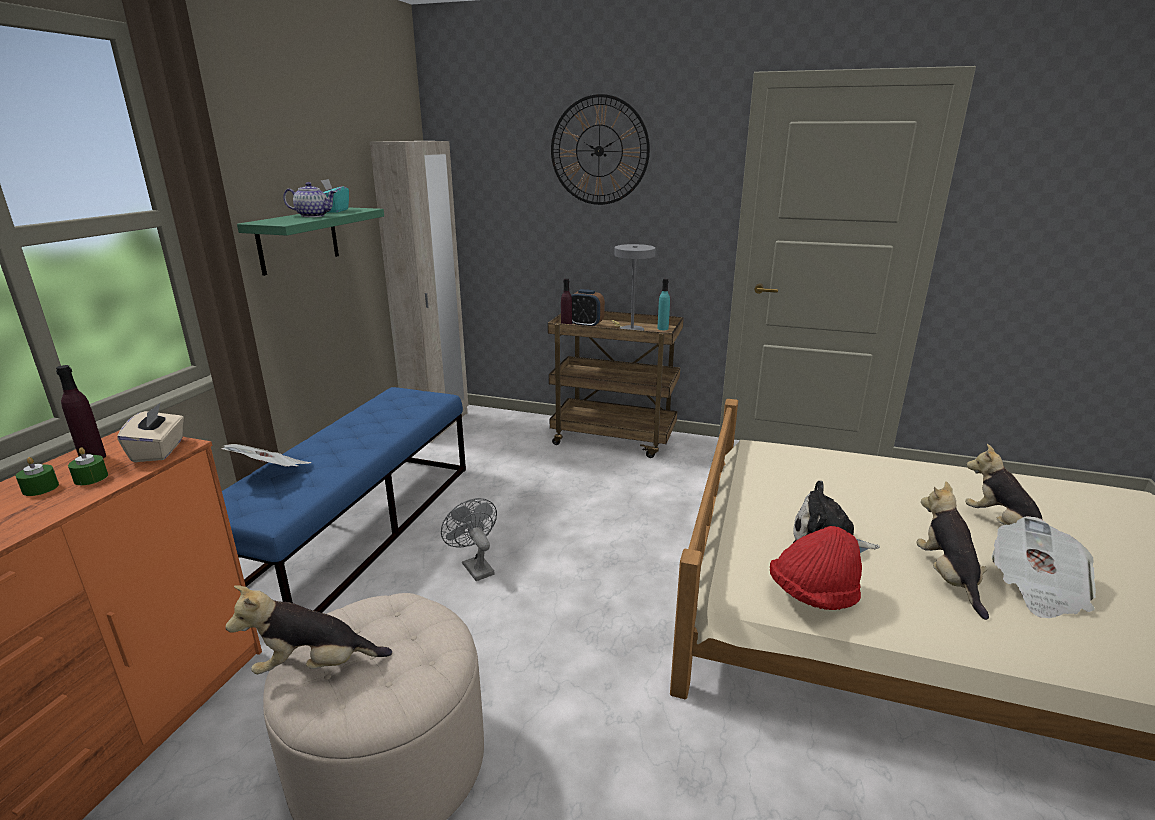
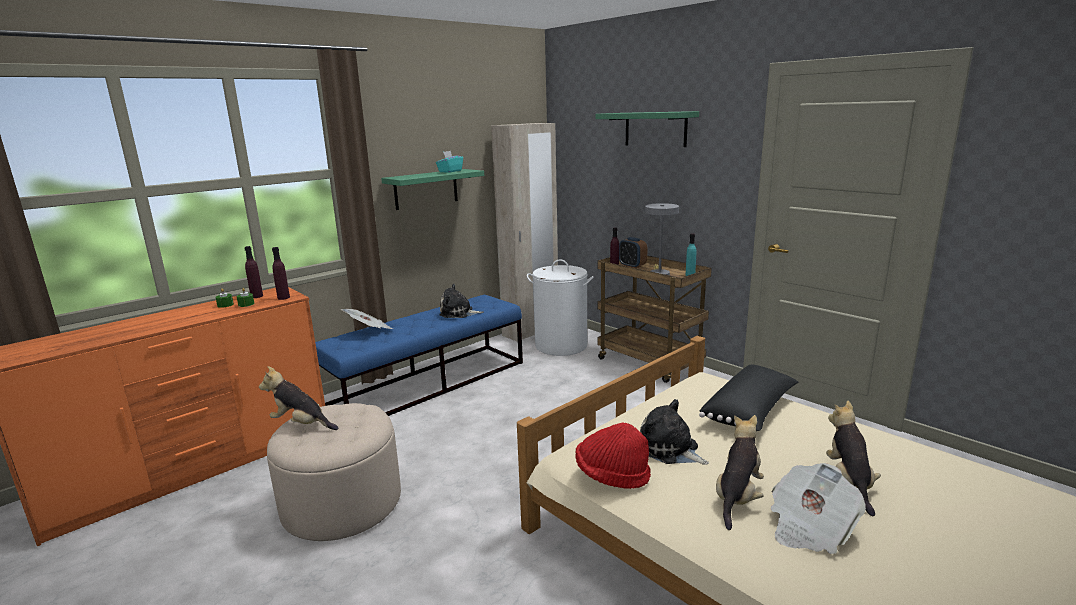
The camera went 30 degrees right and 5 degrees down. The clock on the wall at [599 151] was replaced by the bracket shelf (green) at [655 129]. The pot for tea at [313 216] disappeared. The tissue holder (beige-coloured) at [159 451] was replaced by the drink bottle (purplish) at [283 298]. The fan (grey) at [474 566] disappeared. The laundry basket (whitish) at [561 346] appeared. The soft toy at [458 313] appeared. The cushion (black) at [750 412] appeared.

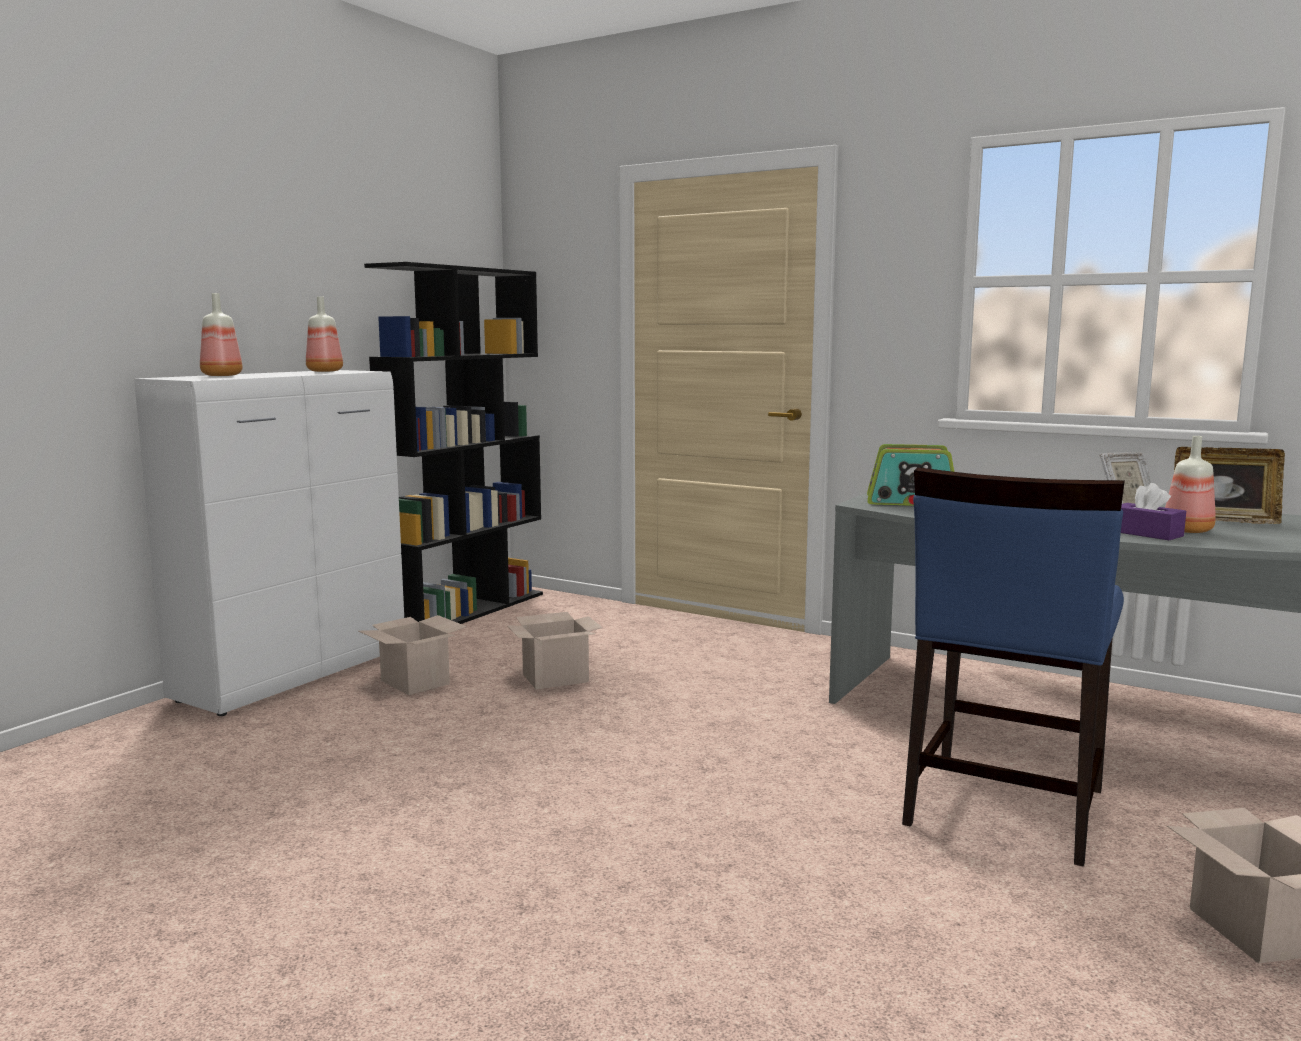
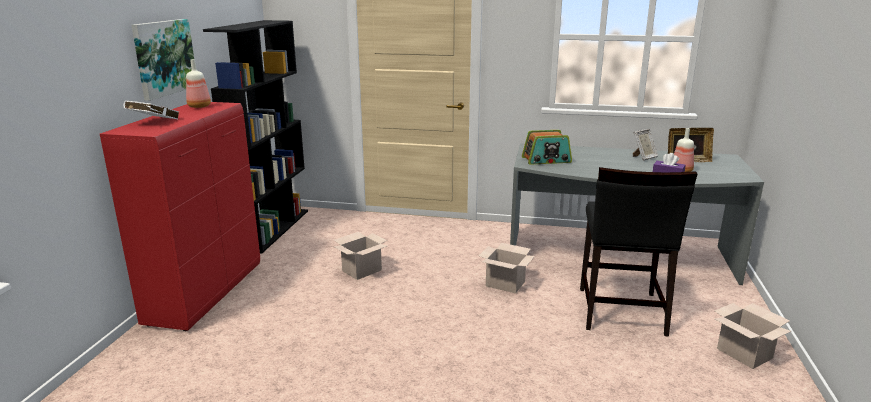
The camera went 20 degrees left and 10 degrees up. The drink bottle at [223 375] was replaced by the book (whitish) at [152 122]. The cabinet (whitish) at [295 675] became the cabinet (red-coloured) at [206 293]. The chair (blue) at [1002 807] became the chair (black) at [620 311]. The carton moved from [417 682] to [506 284]. The picture at [164 57] appeared.

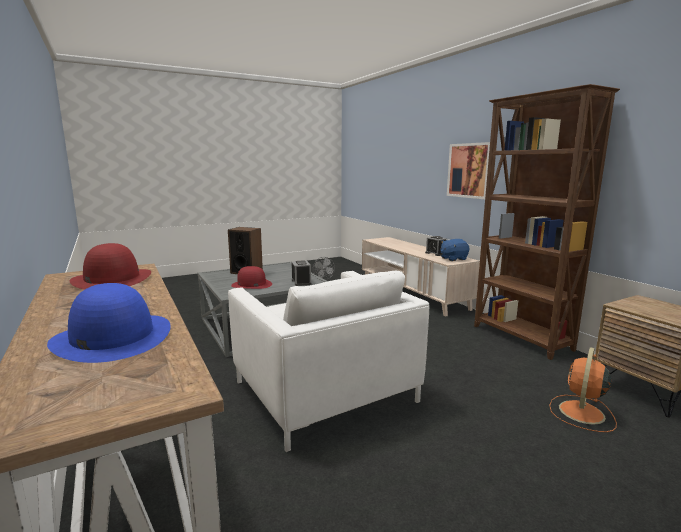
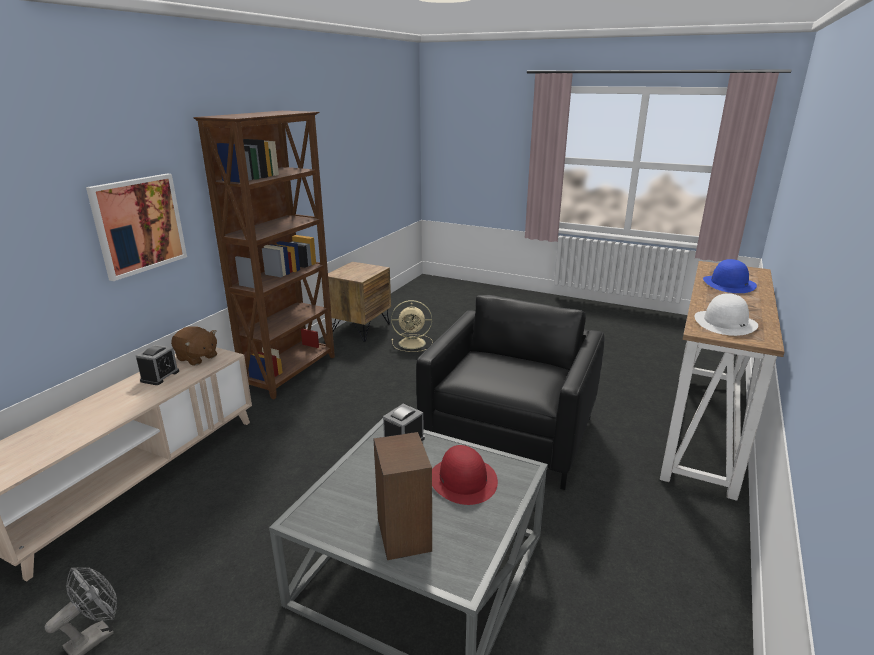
The camera went 125 degrees left and 10 degrees up. The soft toy (blue) at [453 259] became the soft toy (brown) at [197 358]. The clothing hat (red-coloured) at [112 279] became the clothing hat (whitish) at [725 323]. The easy chair (whitish) at [324 391] became the easy chair (black) at [510 434]. The fan (orangey) at [581 413] became the fan (beige-coloured) at [413 343].

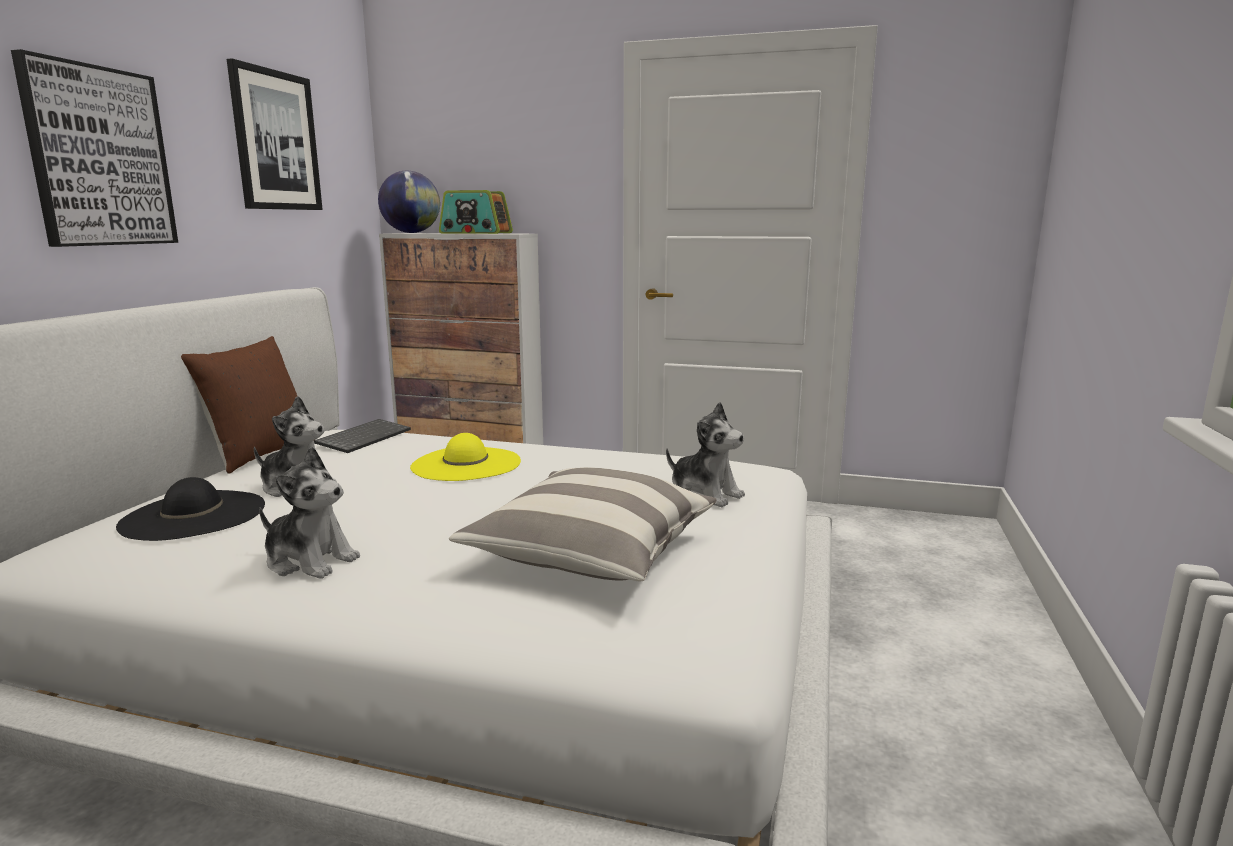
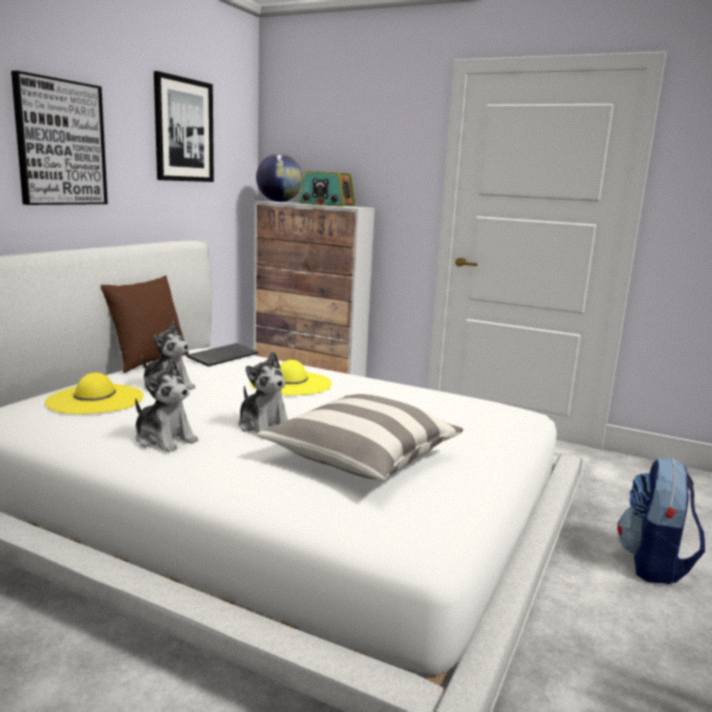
The camera went 10 degrees right and 0 degrees up. The soft toy moved from [705 494] to [264 426]. The clothing hat (black) at [194 515] became the clothing hat (yellow-coloured) at [95 399]. The rucksack at [654 564] appeared.

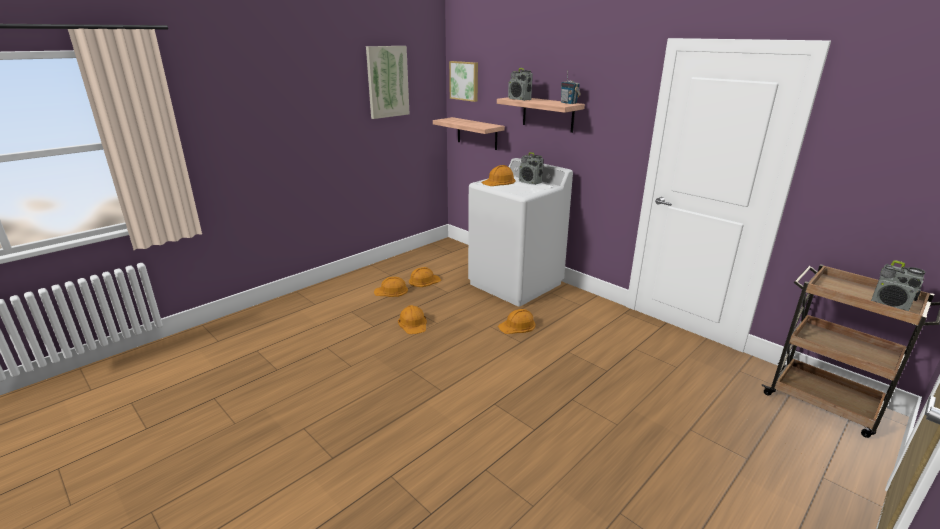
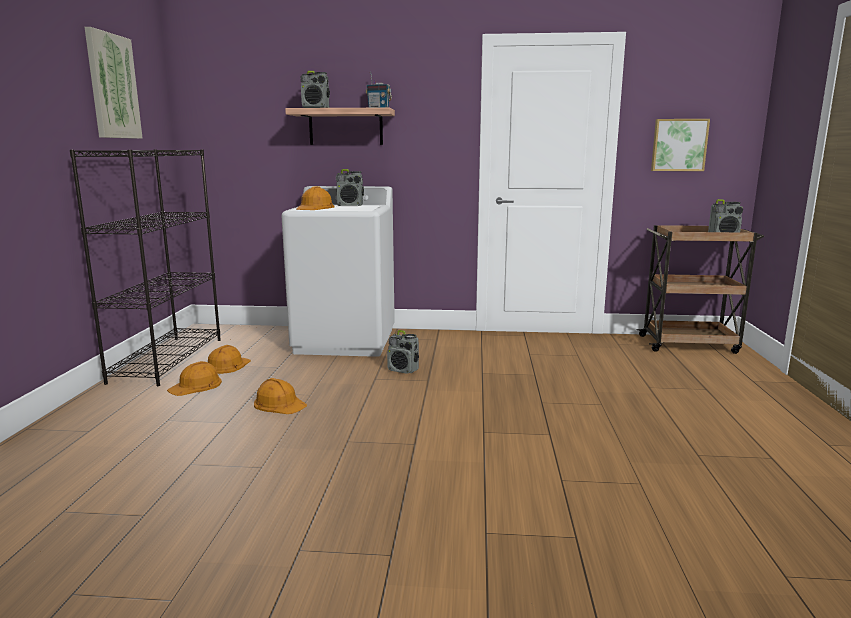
The camera went 40 degrees left and 10 degrees down. The picture moved from [464 81] to [679 145]. The bracket shelf at [477 133] disappeared. The safety helmet (orangey) at [517 325] was replaced by the radio at [403 370]. The bookshelf (black) at [168 359] appeared.

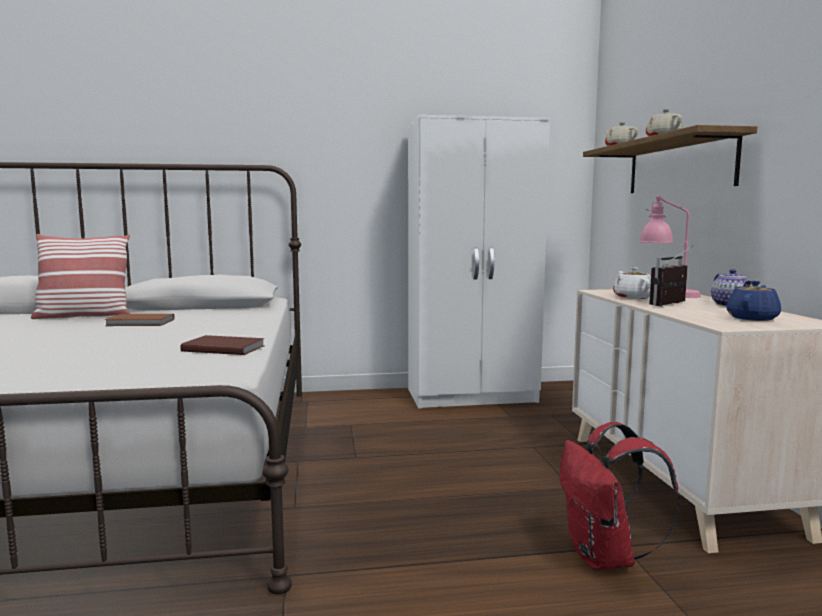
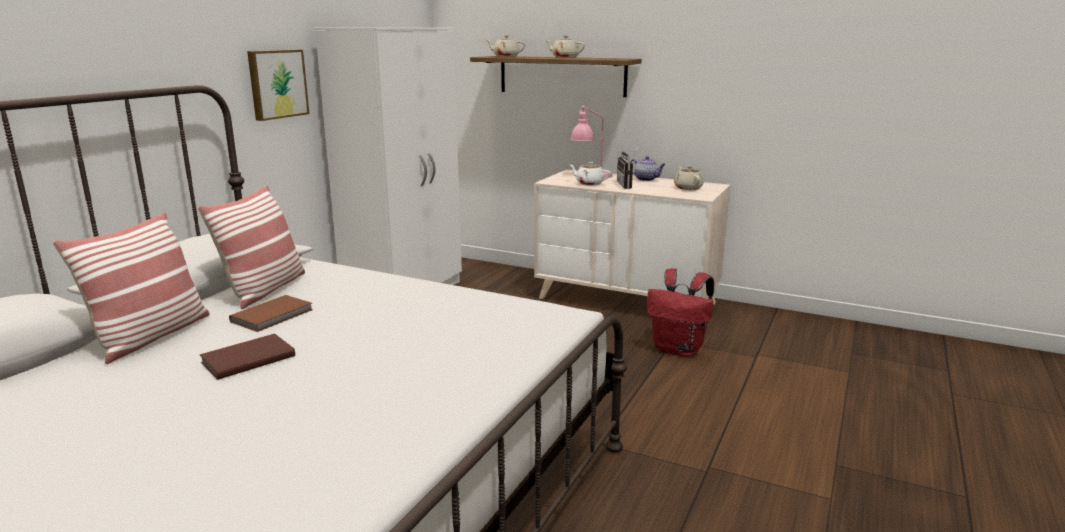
The camera went 55 degrees left and 10 degrees up. The pot for tea (blue) at [752 318] became the pot for tea (beige-coloured) at [688 188]. The book (brown) moved from [223 348] to [246 359]. The picture at [277 84] appeared. The cushion at [264 289] appeared.

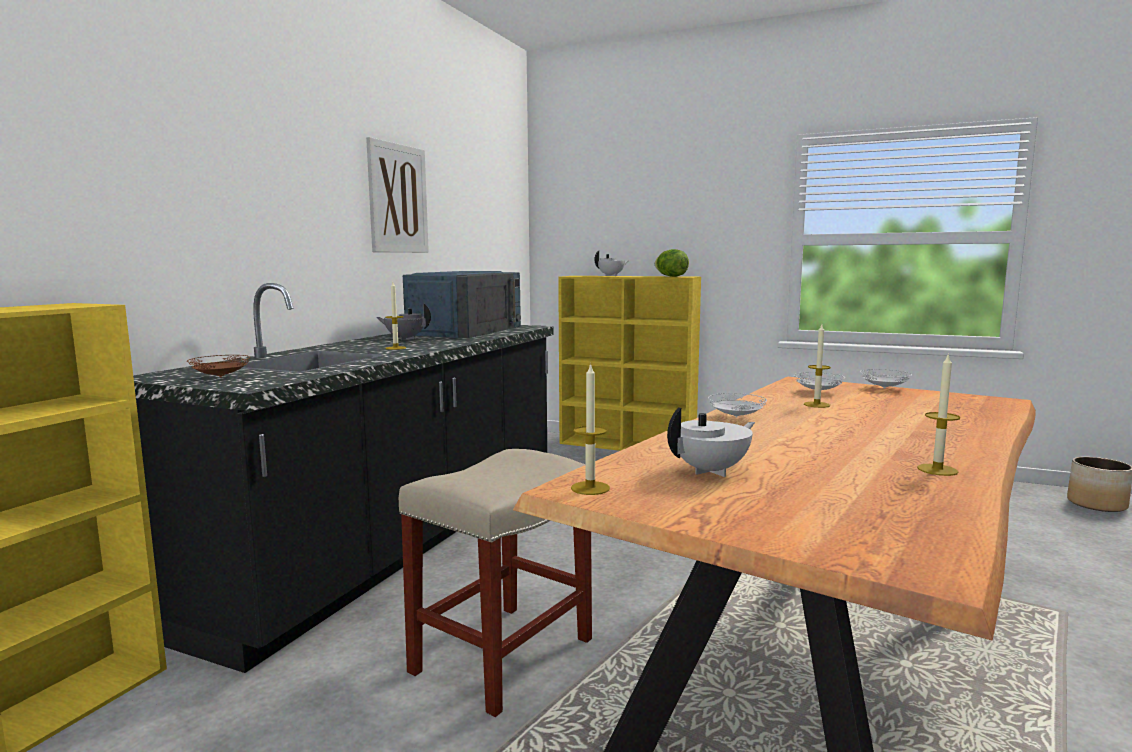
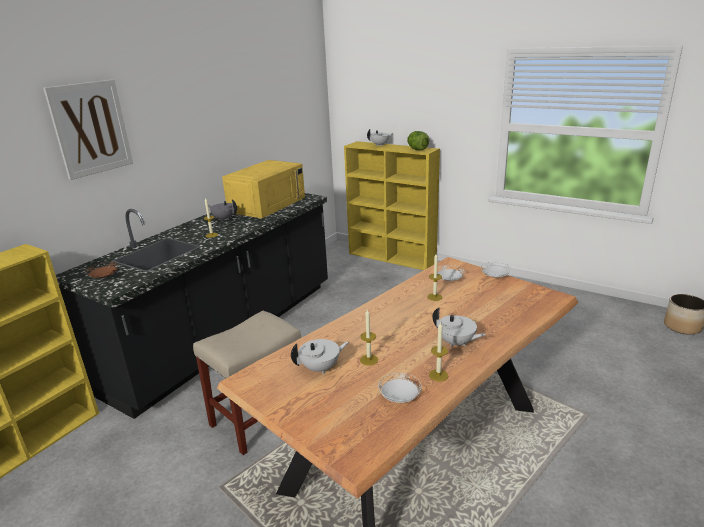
The camera went 10 degrees right and 15 degrees up. The picture moved from [398 198] to [91 128]. The kitchen microwave (blue) at [466 330] became the kitchen microwave (yellow-coloured) at [267 204]. The wax candle moved from [590 488] to [369 360]. The plate (whitish) moved from [736 417] to [399 397]. The pot for tea (whitish) at [456 343] appeared.

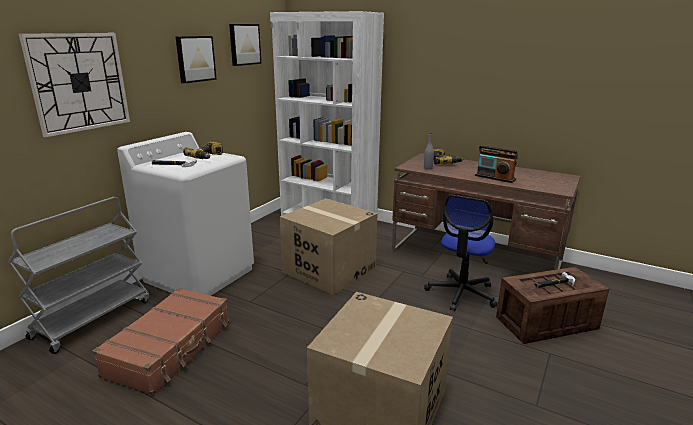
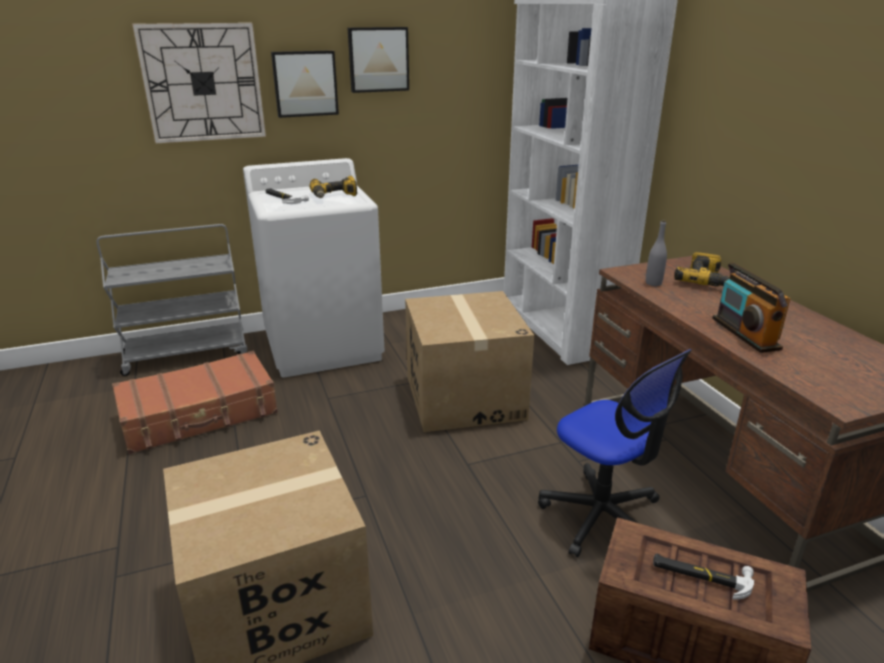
The camera went 40 degrees right and 5 degrees up. The picture moved from [244 44] to [305 83]. The computer chair at [461 293] turned 105 degrees counterclockwise.

